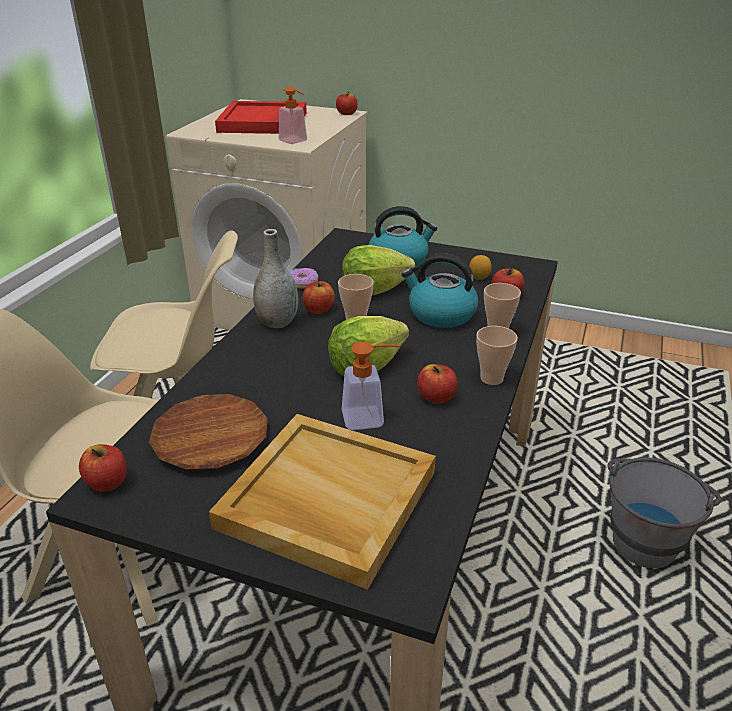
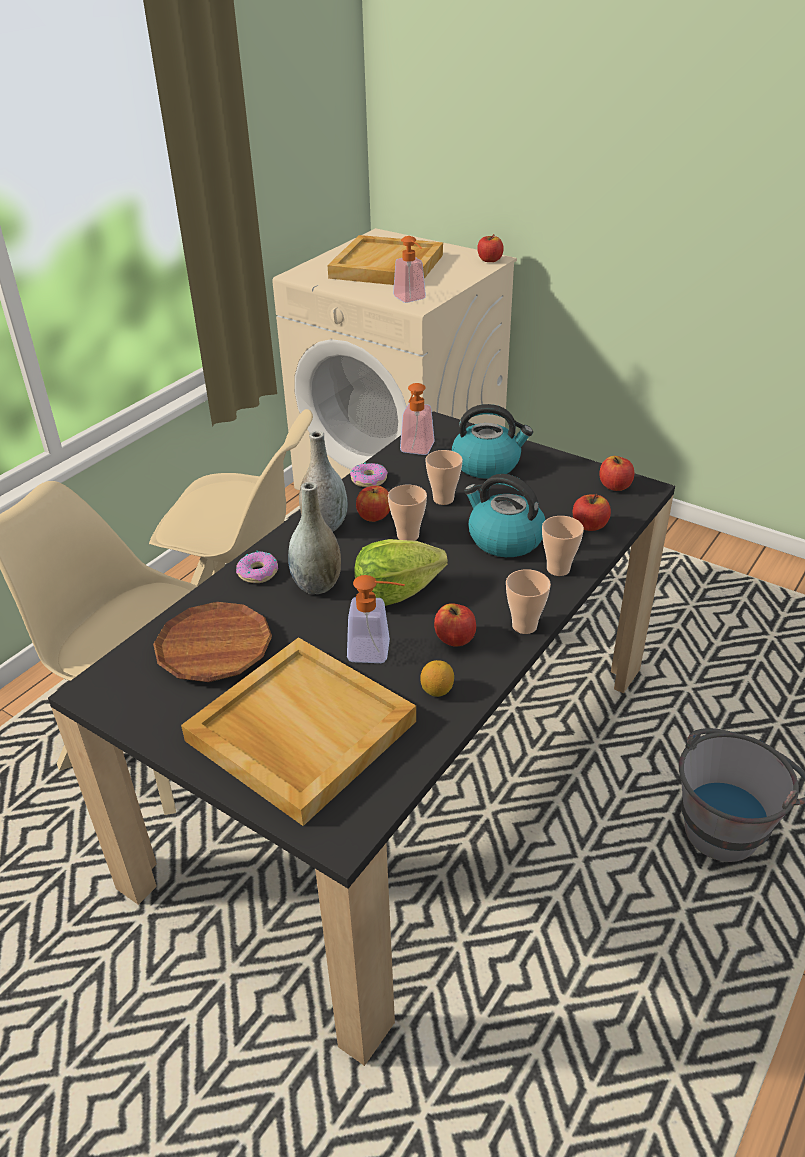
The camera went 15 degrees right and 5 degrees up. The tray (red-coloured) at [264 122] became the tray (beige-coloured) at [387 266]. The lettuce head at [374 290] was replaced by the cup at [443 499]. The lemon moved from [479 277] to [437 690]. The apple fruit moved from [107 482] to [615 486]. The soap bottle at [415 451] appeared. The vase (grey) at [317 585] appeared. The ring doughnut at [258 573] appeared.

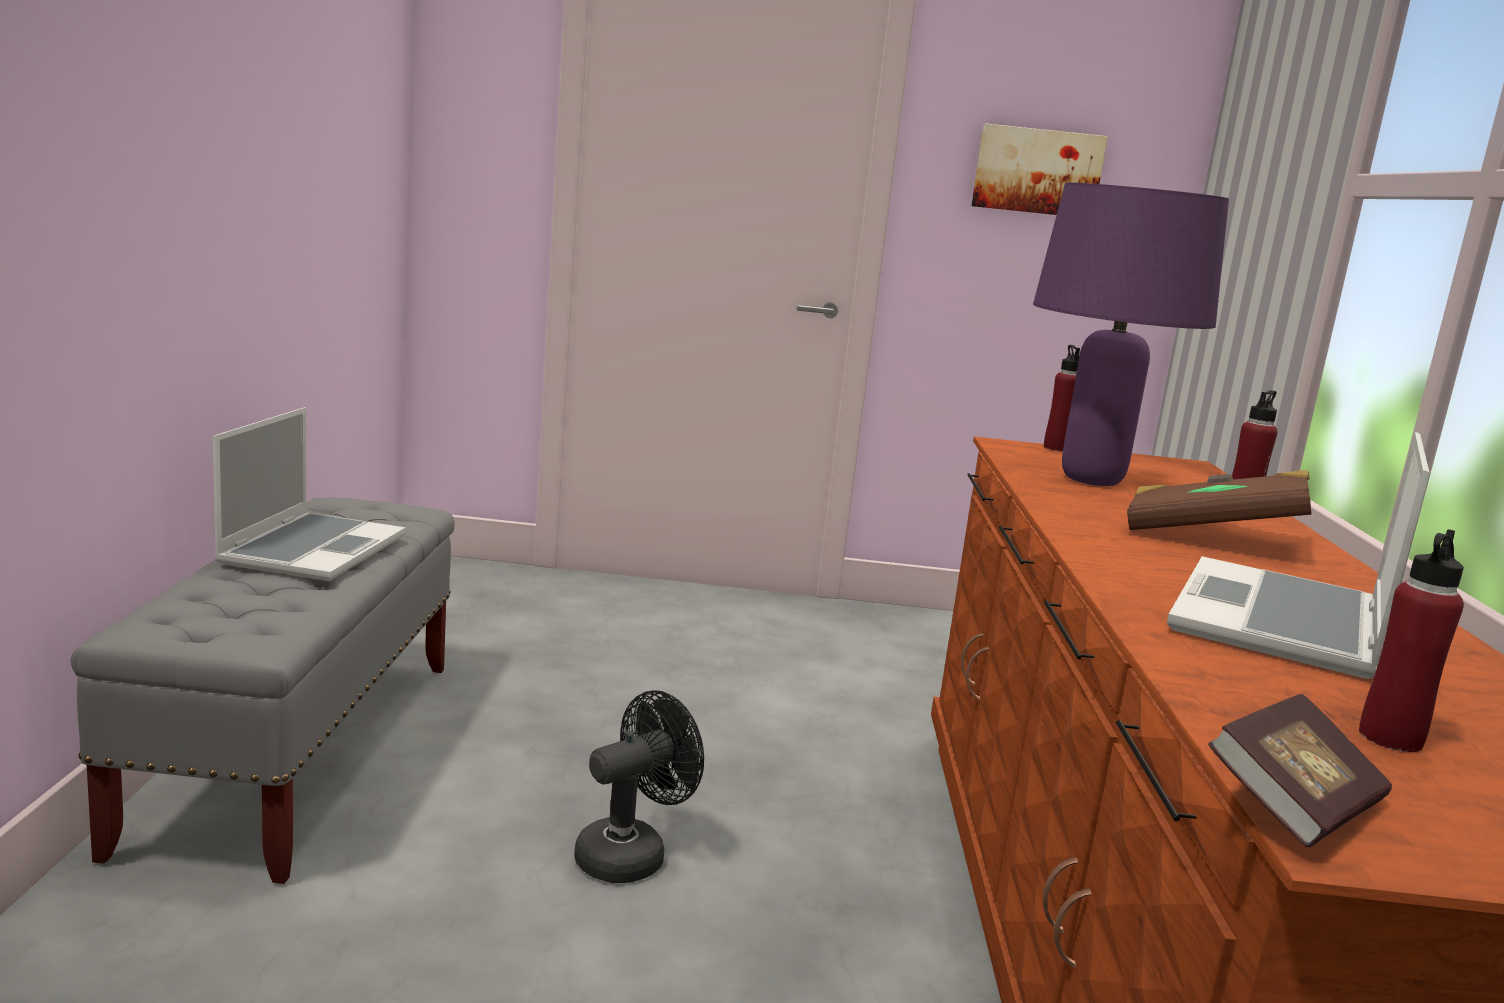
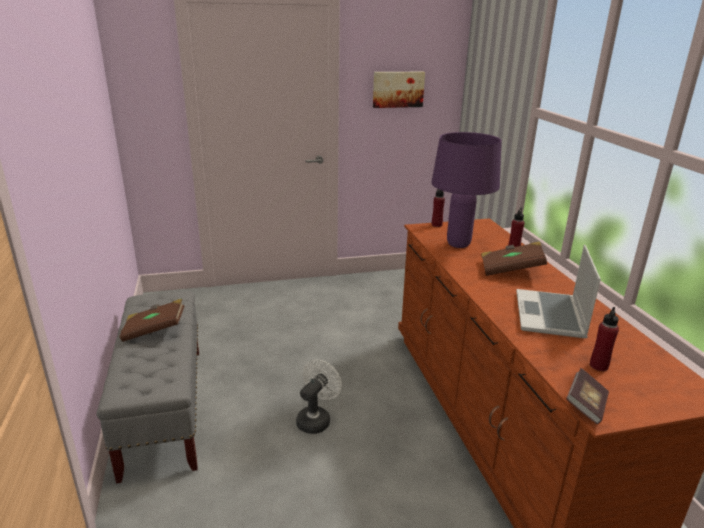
The camera went 15 degrees left and 10 degrees up. The notebook computer at [313 549] was replaced by the book (brown) at [154 330]. The fan (black) at [631 854] became the fan (whitish) at [316 419].

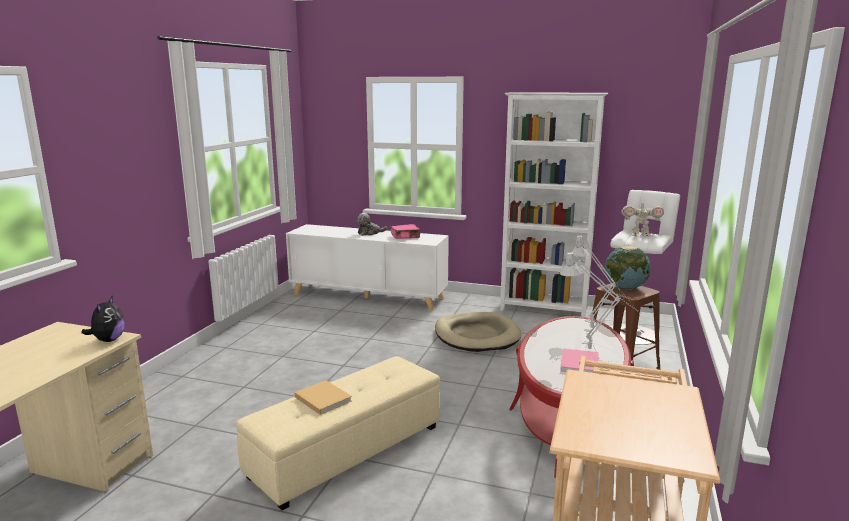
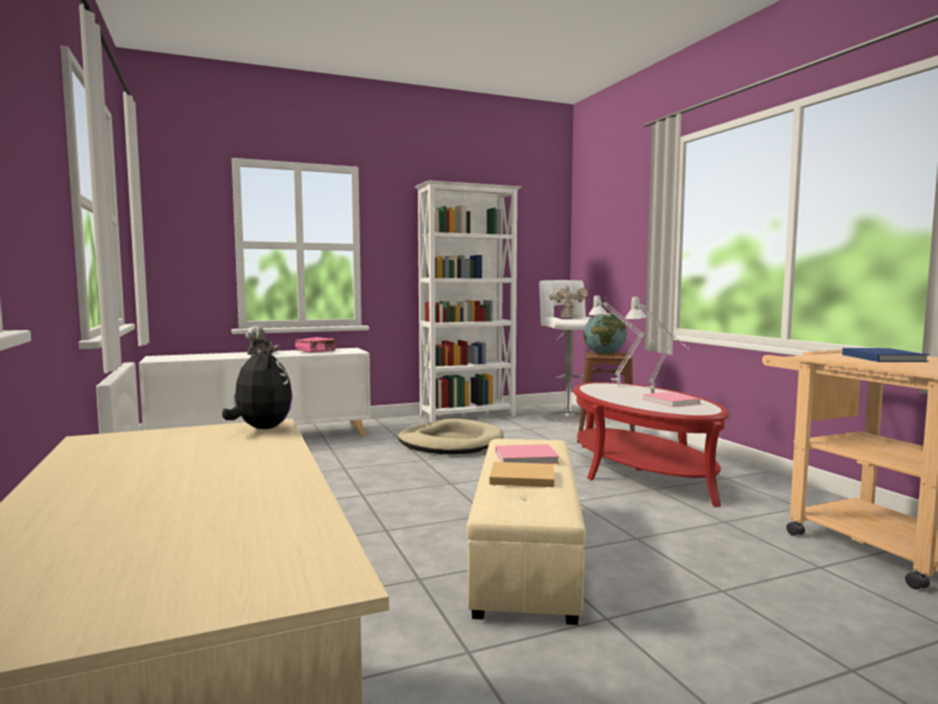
The camera went 40 degrees left and 10 degrees down. The book (blue) at [881 358] appeared. The book (pink) at [528 457] appeared.

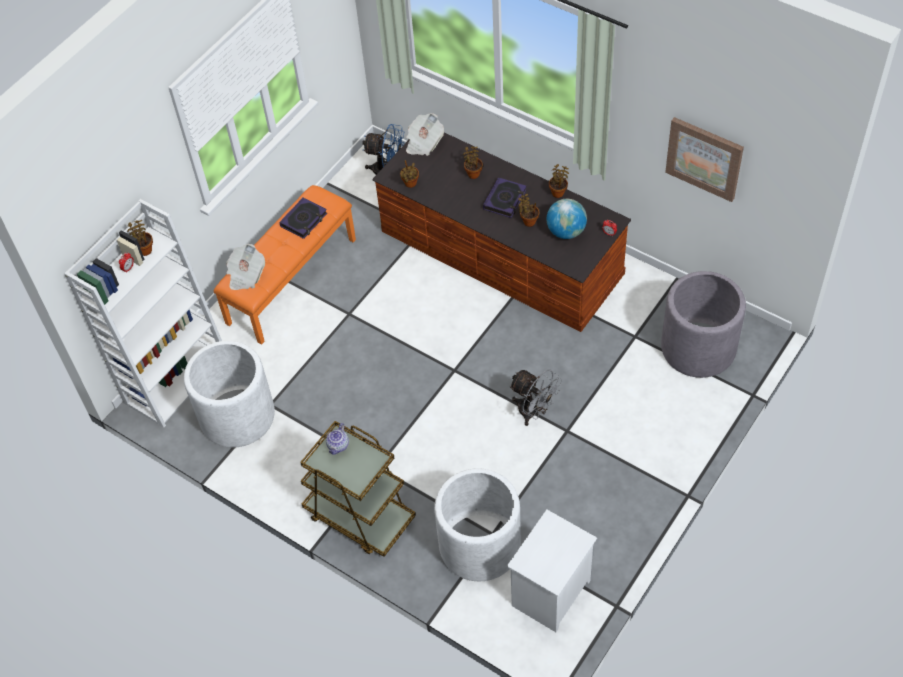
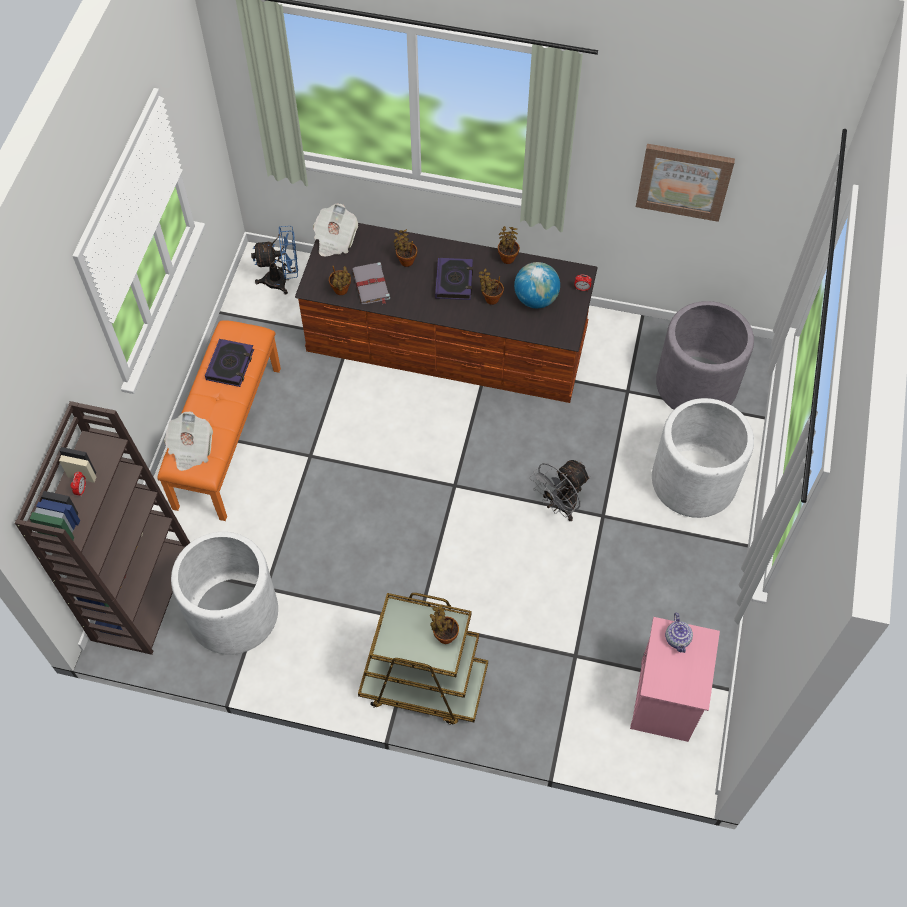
The camera went 25 degrees left and 5 degrees up. The bookshelf (whitish) at [176 378] became the bookshelf (brown) at [141 591]. The houseplant moved from [145 249] to [444 635]. The fan (grey) at [533 412] turned 120 degrees clockwise. The pot for tea moved from [338 446] to [677 639]. The flower pot (whitish) moved from [479 545] to [693 481]. The nightstand (whitish) at [551 595] became the nightstand (pink) at [665 702]. The book (grey) at [371 285] appeared.

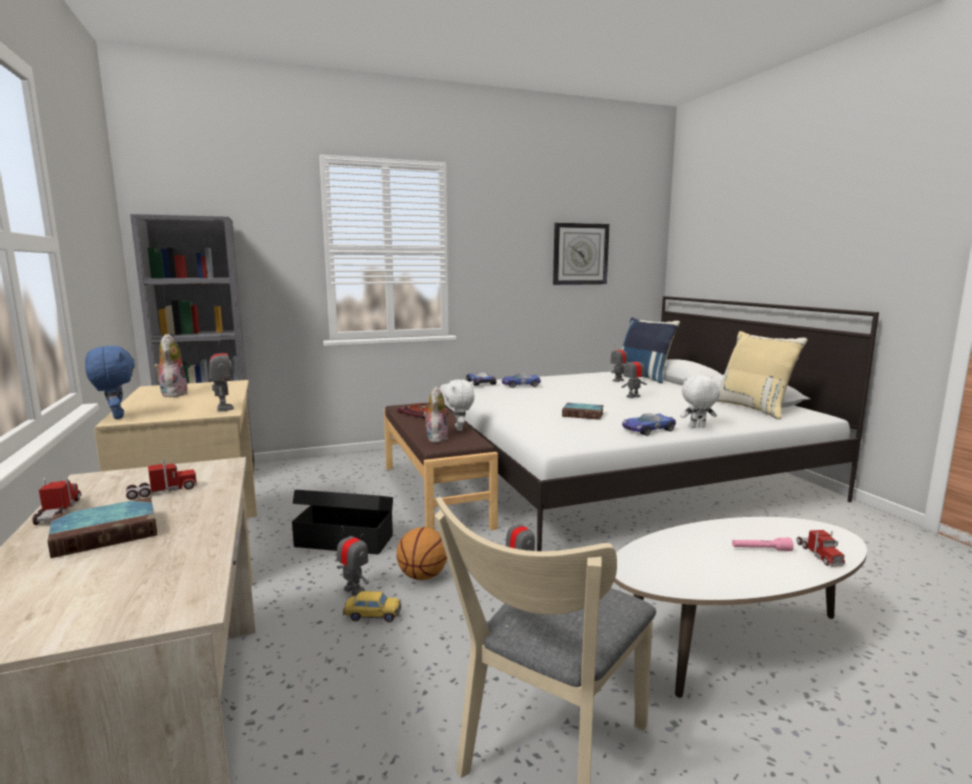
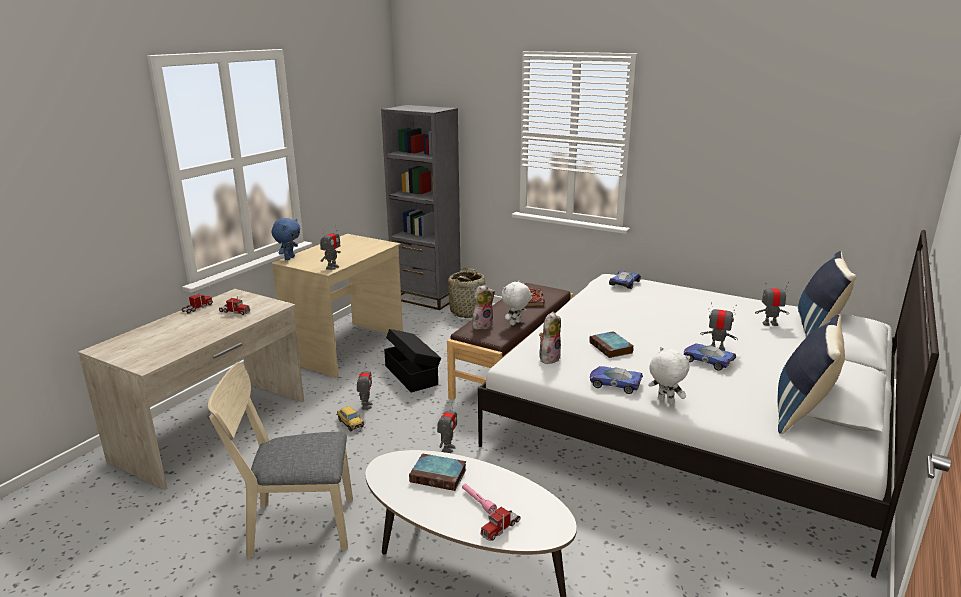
The camera went 50 degrees right and 10 degrees up. The clock on the wall at [580 254] disappeared. The cushion (beige-coloured) at [754 408] became the cushion (blue) at [802 412]. The soft toy moved from [173 394] to [549 357]. The model car moved from [520 385] to [707 360]. The book moved from [108 533] to [439 476]. The ball for basketball at [422 576] disappeared. The basket at [468 312] appeared.

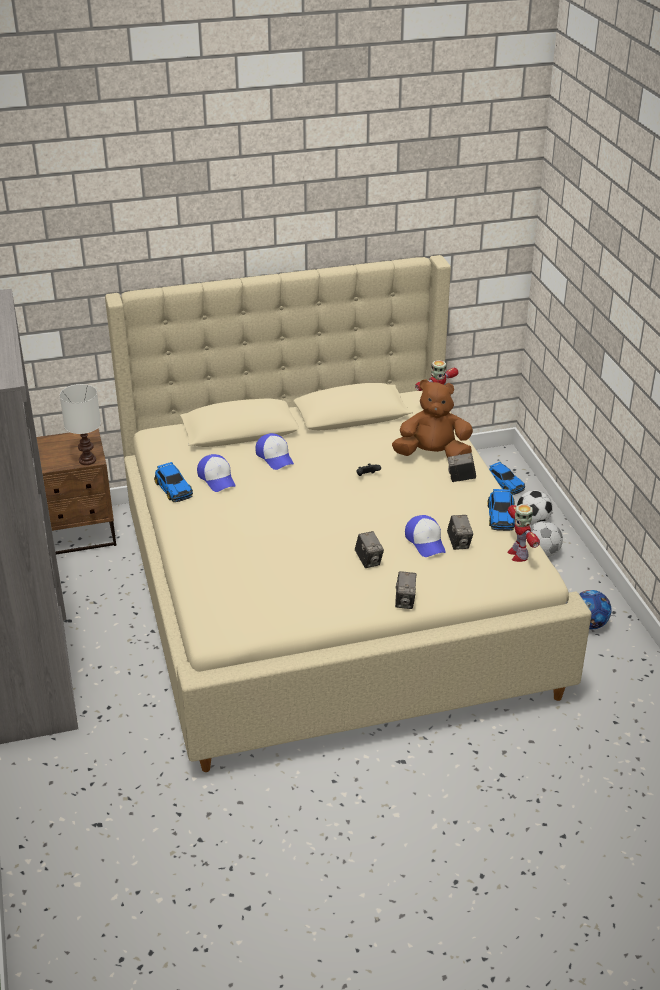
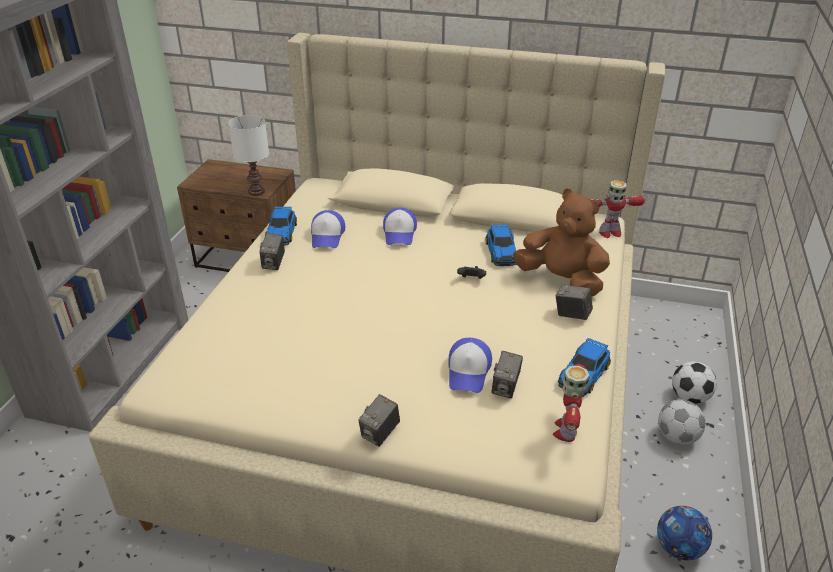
The camera went 30 degrees right and 0 degrees up. The model car moved from [504 483] to [502 252]. The still camera moved from [368 561] to [274 264].

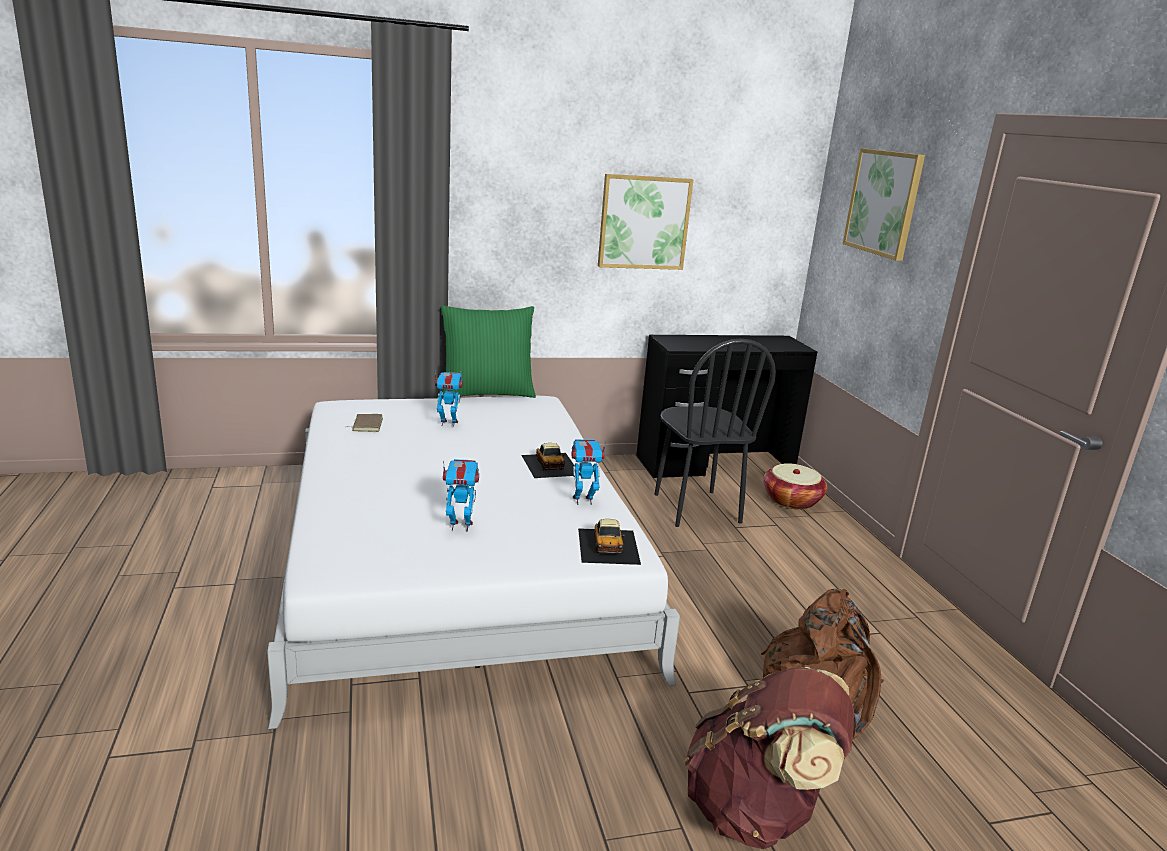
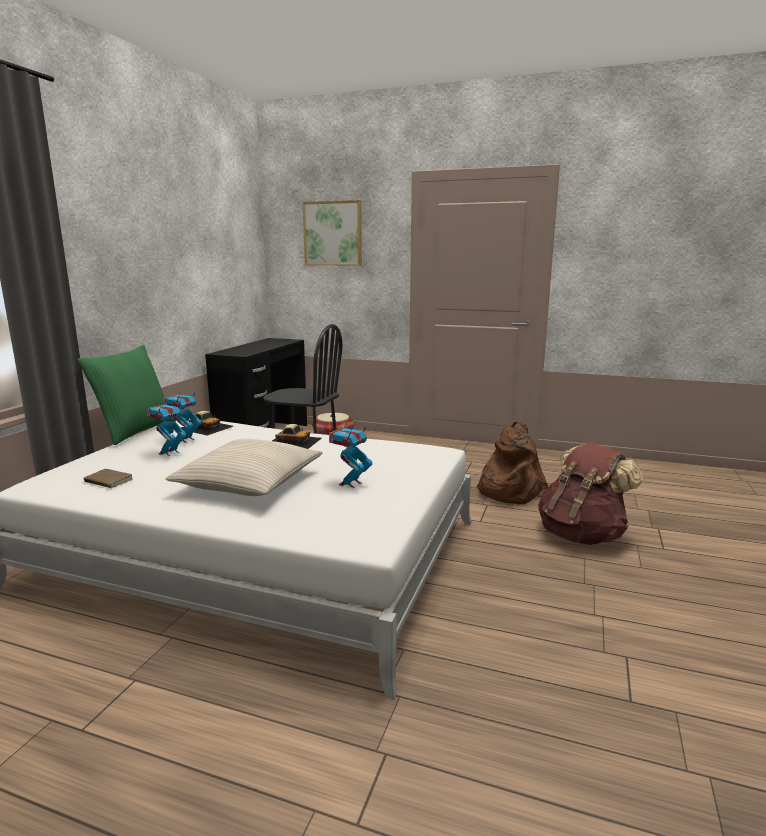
The camera went 55 degrees left and 5 degrees down. The picture at [644 222] disappeared. The robot figure moved from [583 500] to [185 440]. The model car moved from [608 545] to [205 427]. The cushion (beige-coloured) at [249 482] appeared.

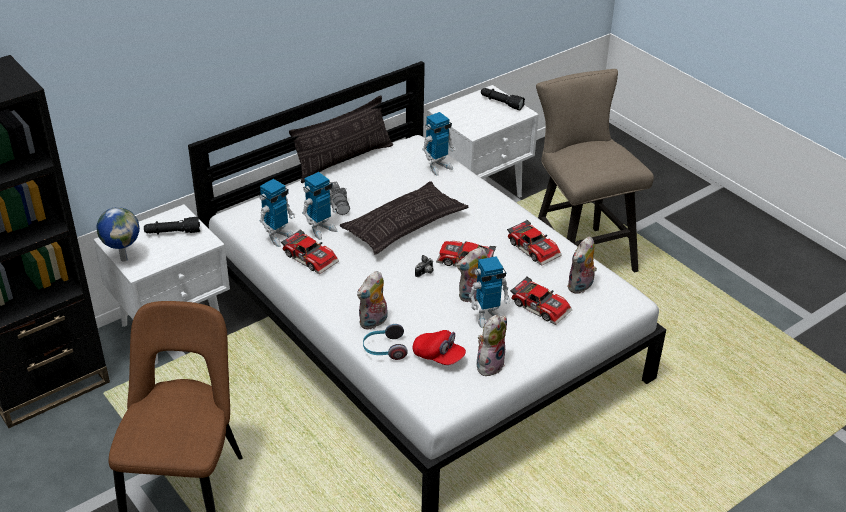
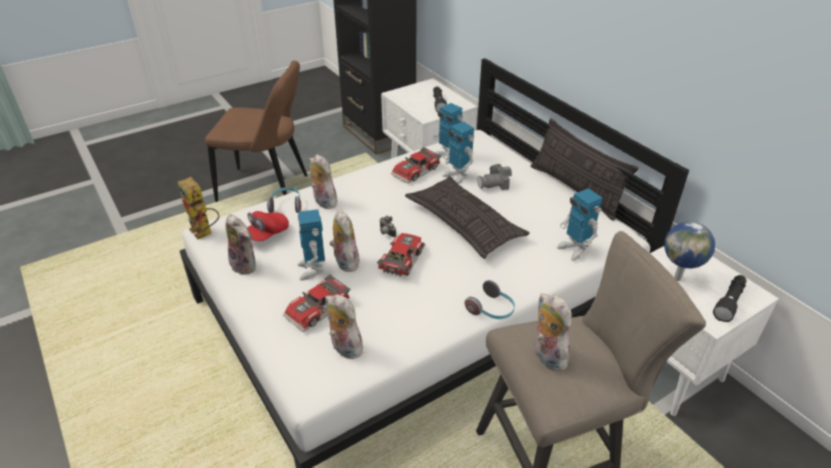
The camera went 95 degrees right and 0 degrees up. The globe moved from [124 258] to [678 278]. The model car at [534 248] disappeared. The robot figure at [205 233] appeared. The headset at [492 310] appeared. The soft toy at [546 356] appeared.

